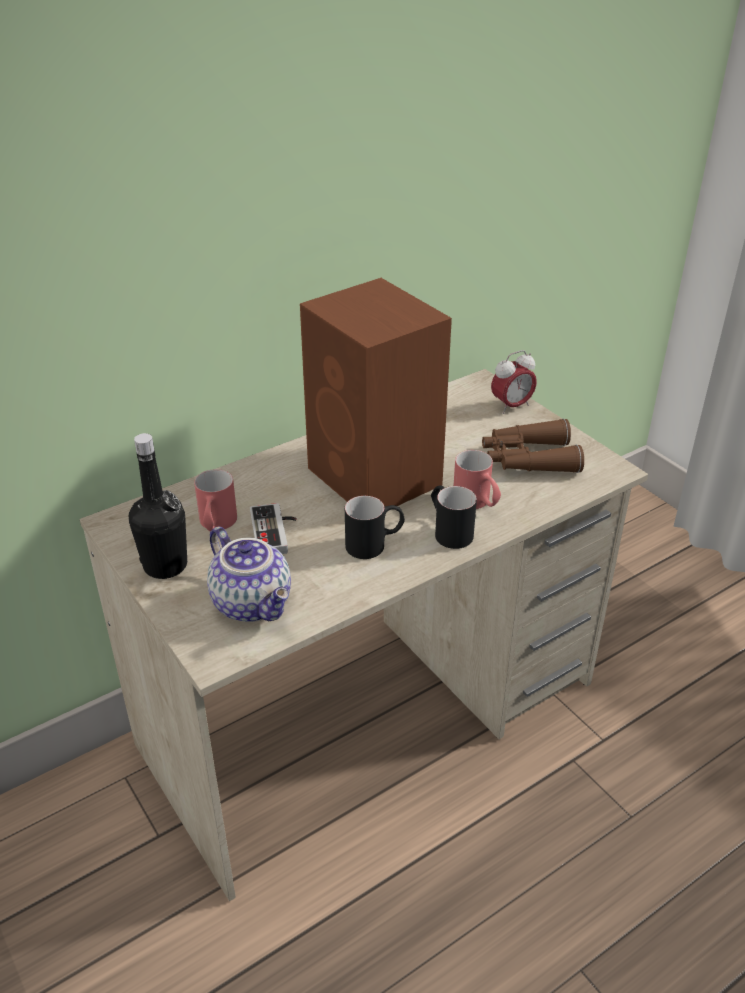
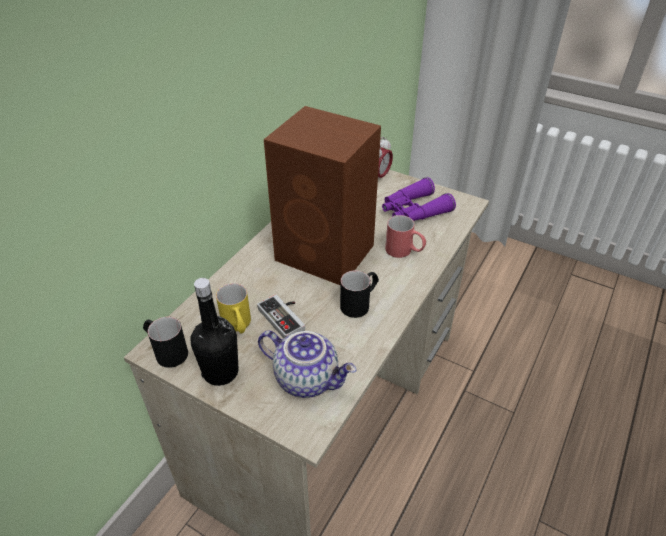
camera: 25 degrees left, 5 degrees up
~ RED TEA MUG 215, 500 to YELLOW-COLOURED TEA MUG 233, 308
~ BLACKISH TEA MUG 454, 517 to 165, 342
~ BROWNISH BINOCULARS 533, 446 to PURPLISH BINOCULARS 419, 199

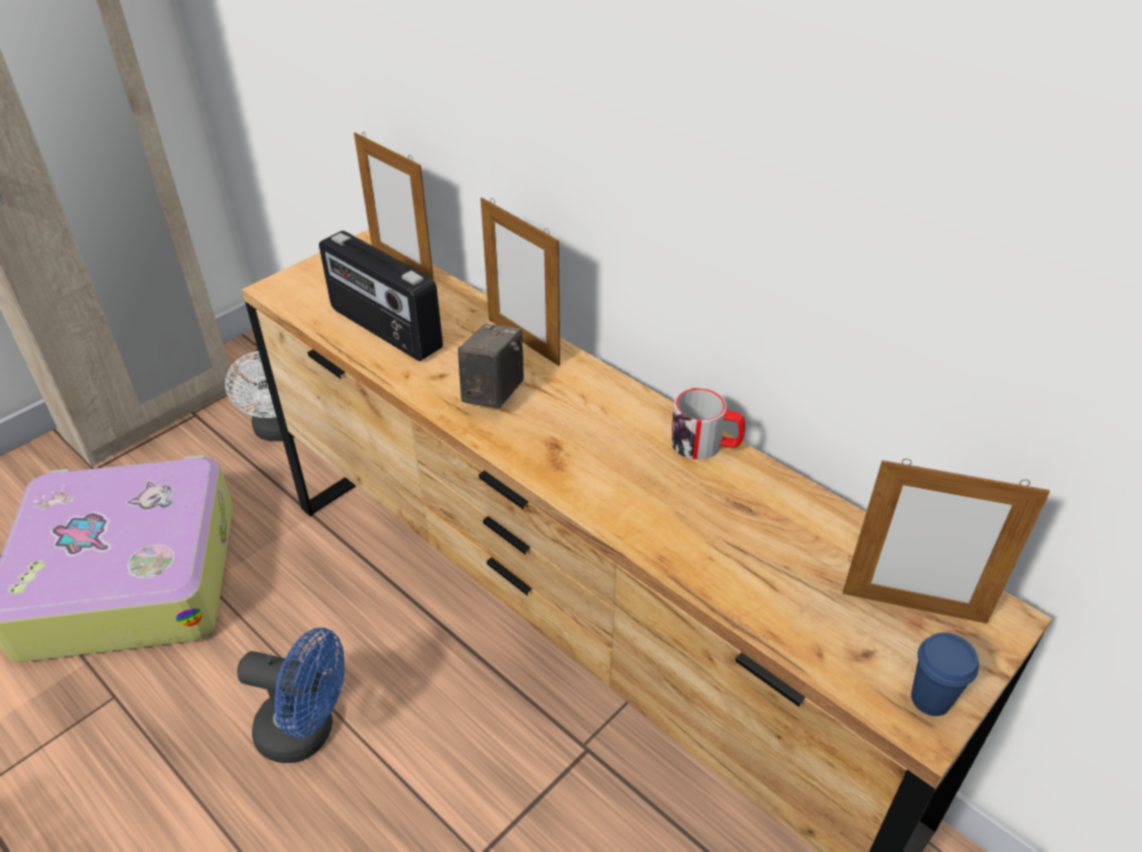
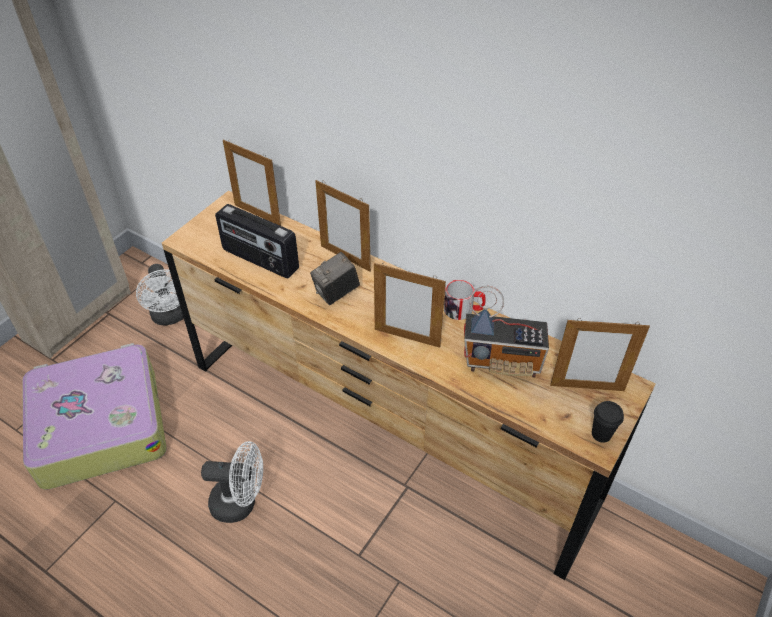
camera: 10 degrees left, 5 degrees up
~ BLUE COOLING FAN 290, 695 to WHITE-COLOURED COOLING FAN 232, 482
~ STILL CAMERA 491, 366 = 335, 278 135 degrees counterclockwise
~ BLUE SMALL CUP 945, 674 to BLACKISH SMALL CUP 608, 422
+ STANDING FRAME 410, 305
+ RADIO SET 506, 332

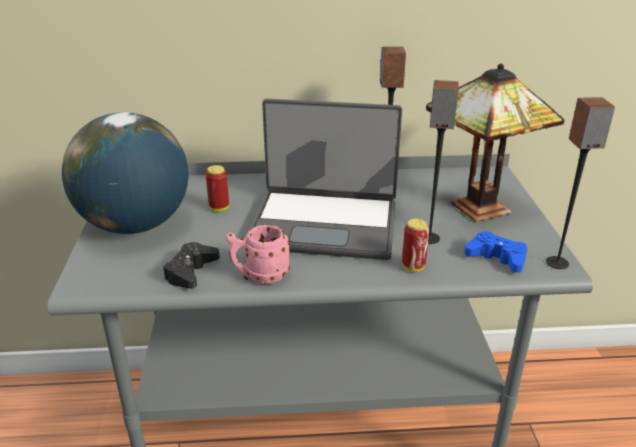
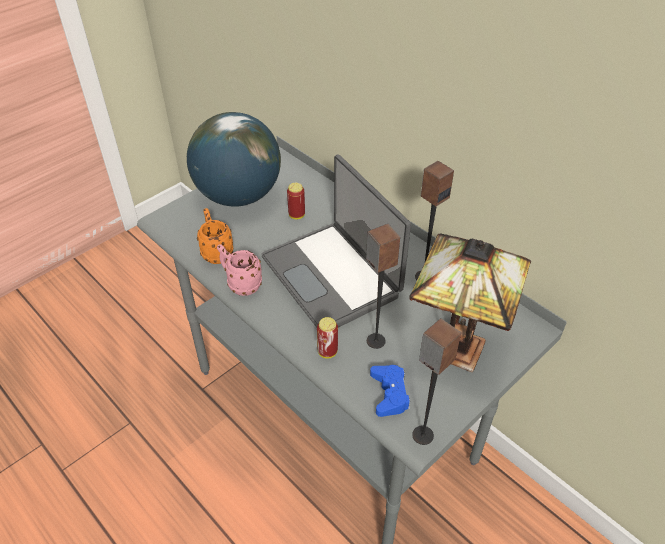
camera: 50 degrees right, 15 degrees up
~ BLACKISH GAMEPAD 191, 265 to ORANGE TEA MUG 215, 236

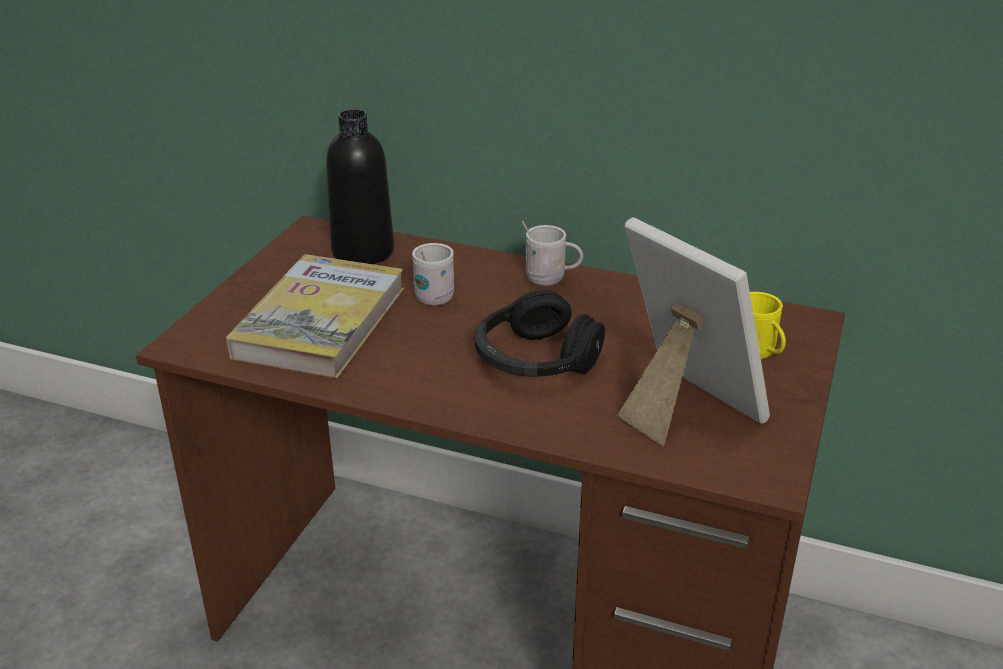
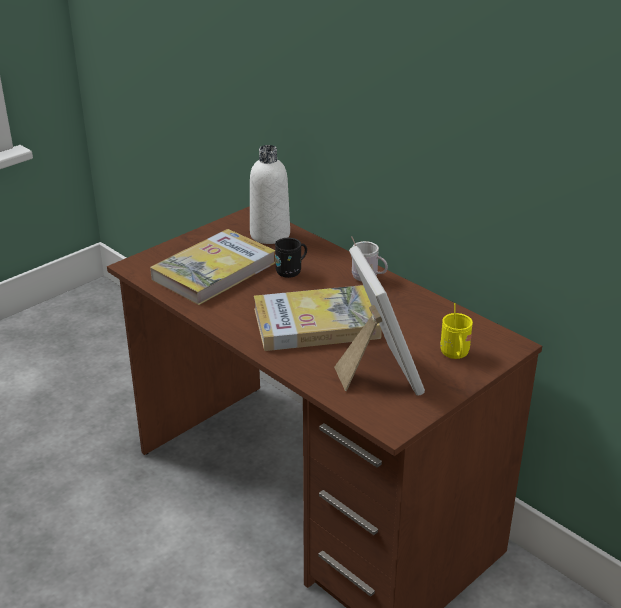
camera: 25 degrees right, 0 degrees up
~ BLACKISH BOTTLE 360, 187 to WHITE-COLOURED BOTTLE 270, 194
~ WHITE-COLOURED TEA MUG 433, 274 to BLACKISH TEA MUG 291, 258
~ BLACKISH HEADPHONES 540, 333 to BOUND BOOK 318, 318

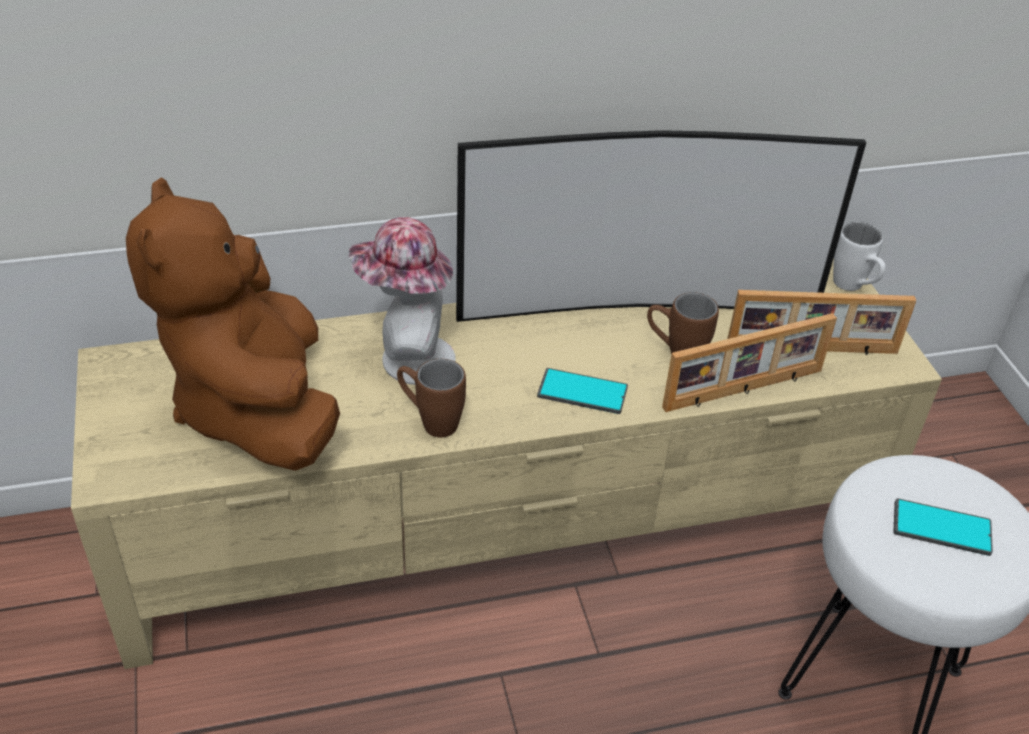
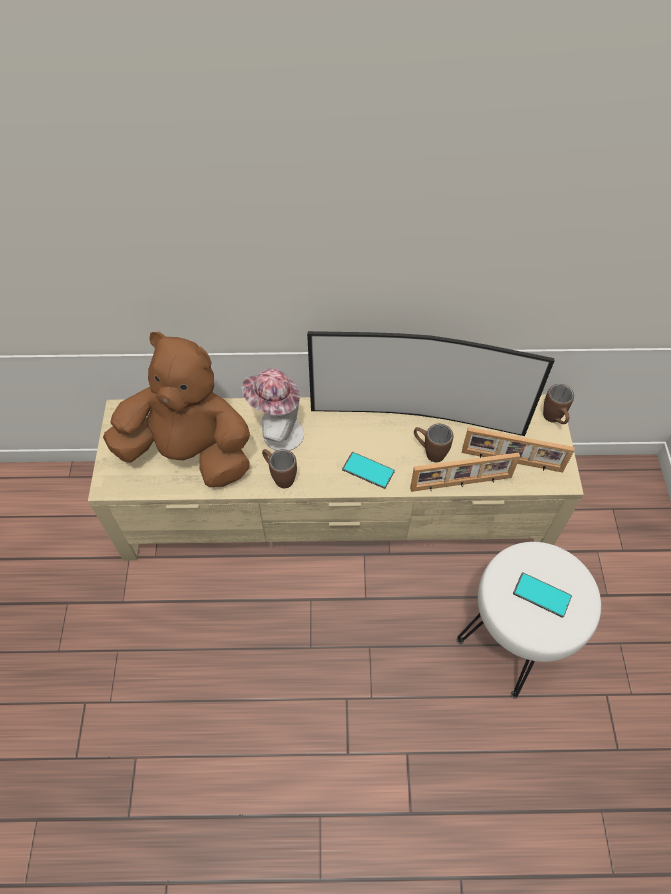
camera: 15 degrees right, 15 degrees up
~ BROWNISH PLUSH TOY 233, 324 = 176, 409 105 degrees clockwise
~ WHITE-COLOURED TEA MUG 859, 256 to BROWNISH TEA MUG 558, 404

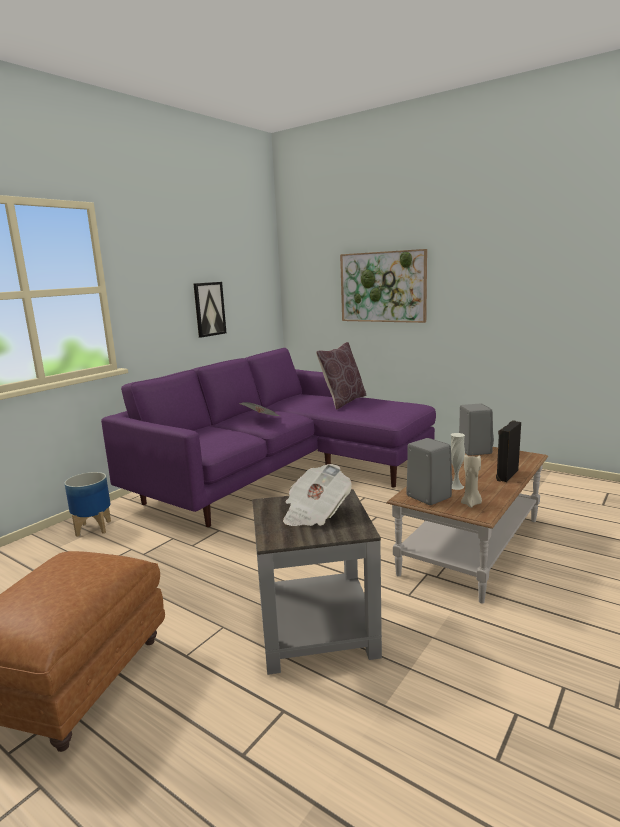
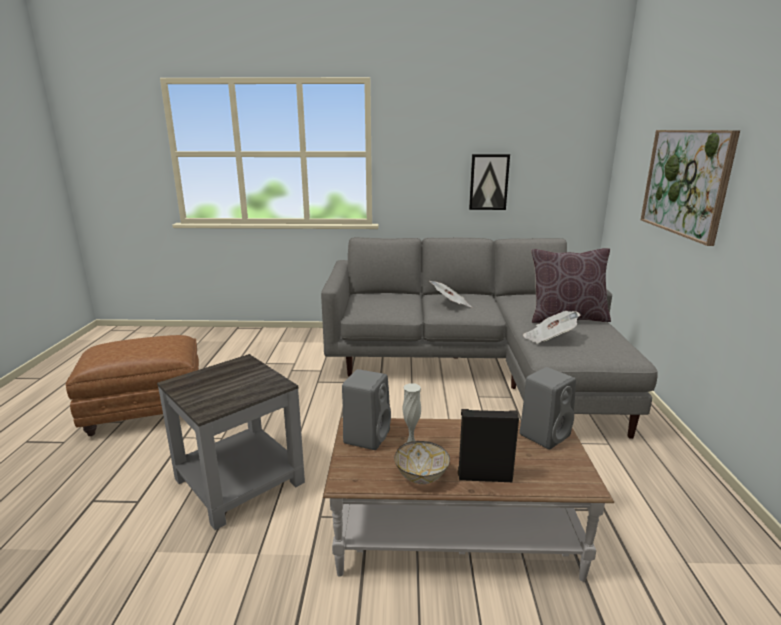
camera: 55 degrees right, 5 degrees up
- PLANTER 87, 504
~ PURPLISH SETTEE 268, 437 to GREY SETTEE 489, 338
~ NEWSPAPER 317, 495 to 552, 327
- BEIGE-COLOURED CANDLE 471, 481
+ SERVING BOWL 422, 462

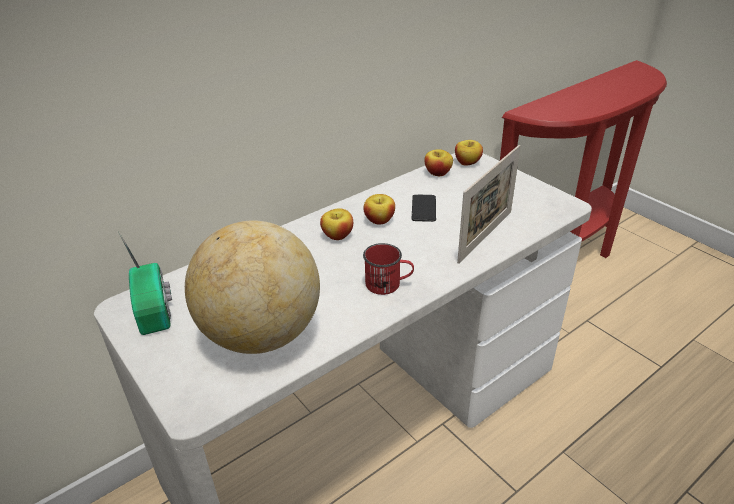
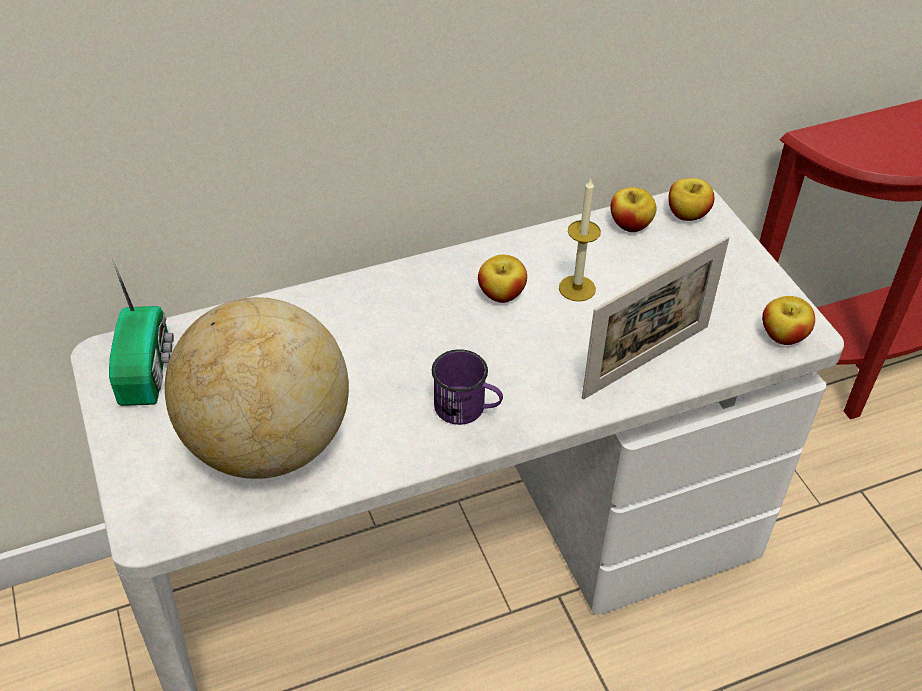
camera: 15 degrees right, 10 degrees up
~ APPLE 336, 224 to 788, 320
~ RED TEA MUG 388, 269 to PURPLISH TEA MUG 467, 387
~ PHONE 424, 208 to CANDLE 580, 240

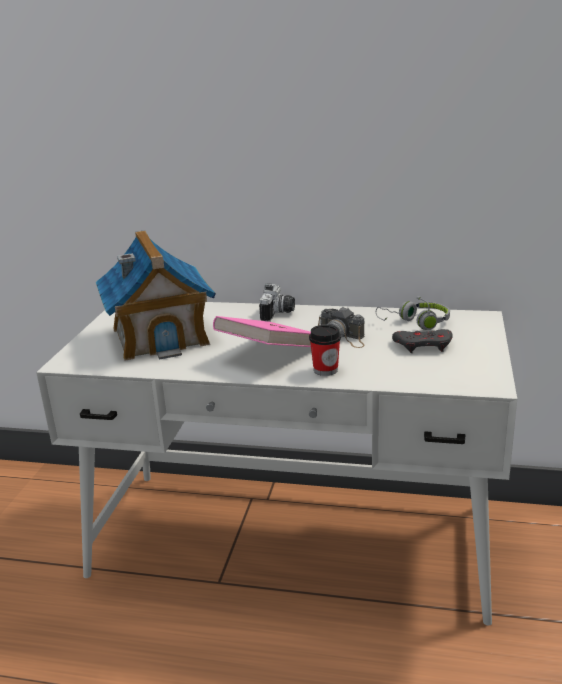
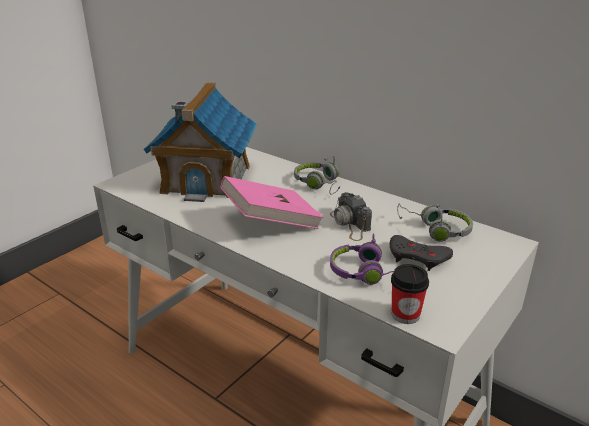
camera: 25 degrees right, 5 degrees up
~ STILL CAMERA 277, 302 to GREY HEADPHONES 317, 175
~ SMALL CUP 325, 350 to 410, 294
+ PURPLISH HEADPHONES 362, 259

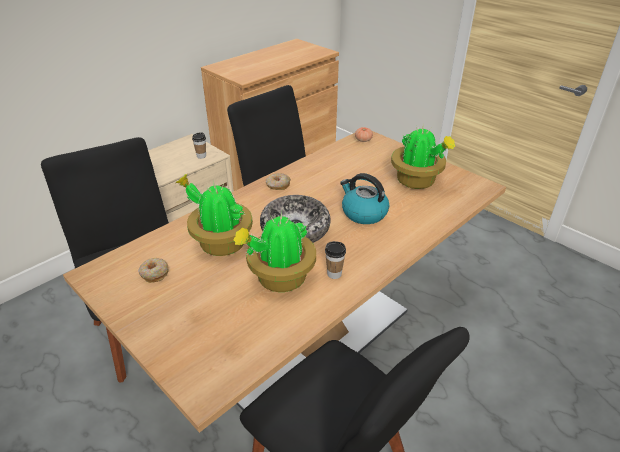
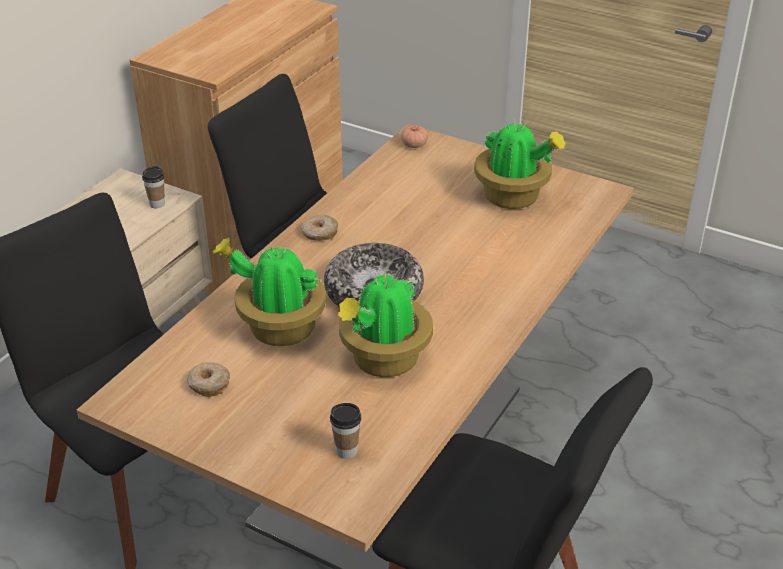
camera: 15 degrees left, 0 degrees up
~ SMALL CUP 335, 260 to 345, 431
- KETTLE 365, 198

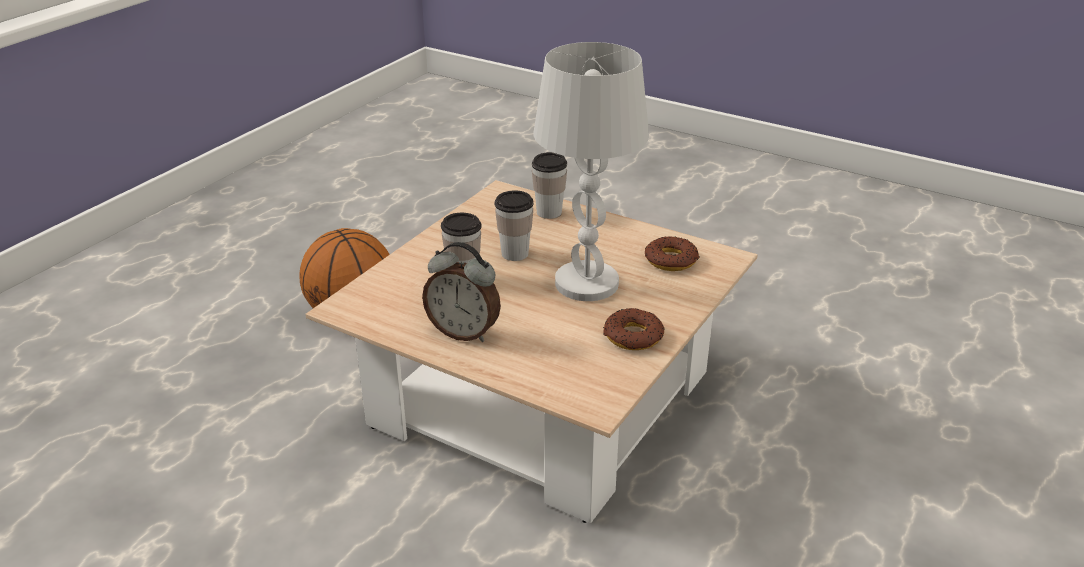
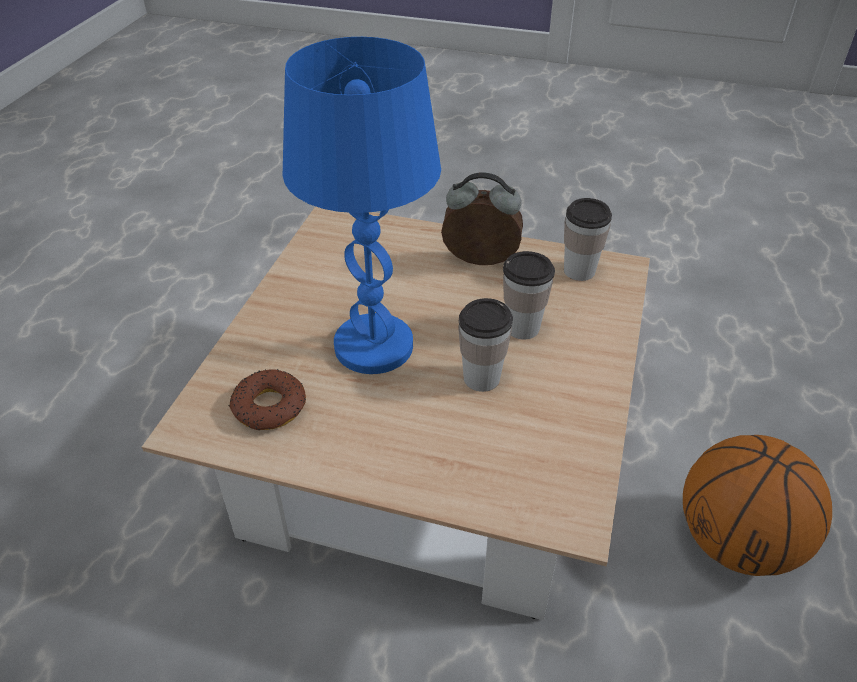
camera: 165 degrees right, 10 degrees up
~ SMALL CUP 549, 185 to 588, 239
~ WHITE-COLOURED TABLE LAMP 591, 171 to BLUE TABLE LAMP 362, 205
- DOUGHNUT 634, 329

